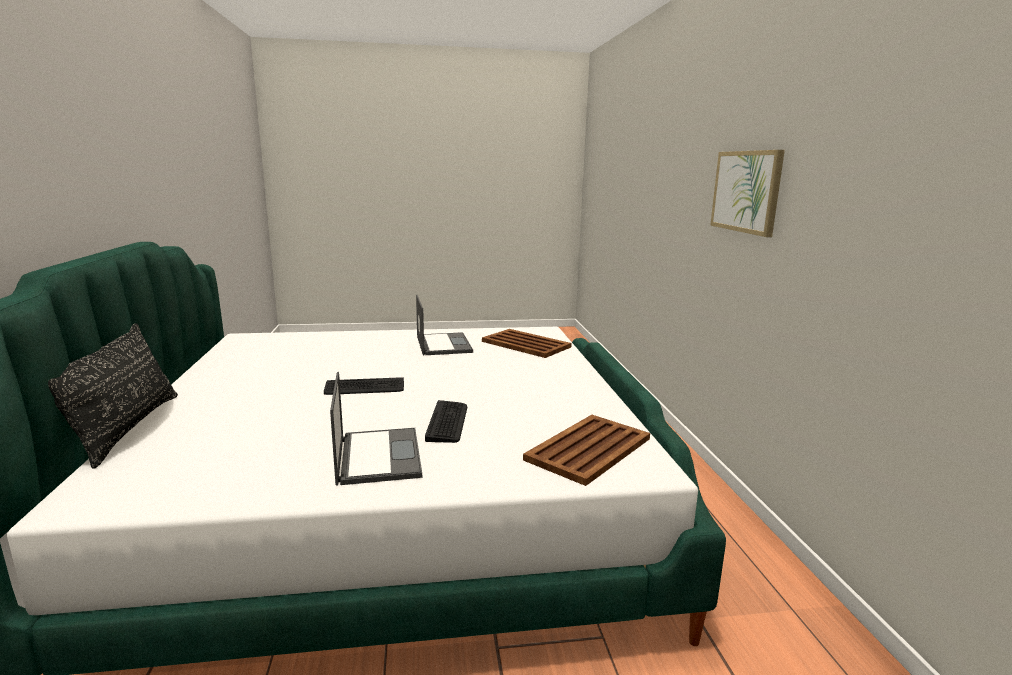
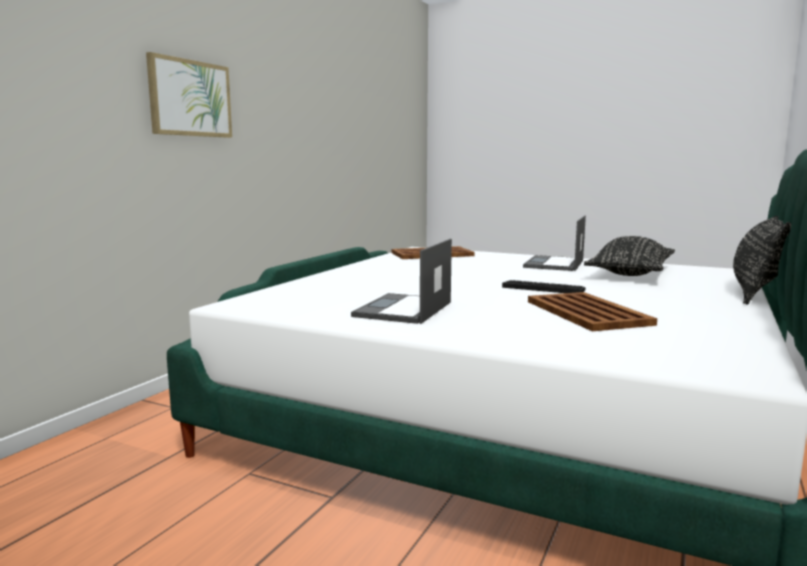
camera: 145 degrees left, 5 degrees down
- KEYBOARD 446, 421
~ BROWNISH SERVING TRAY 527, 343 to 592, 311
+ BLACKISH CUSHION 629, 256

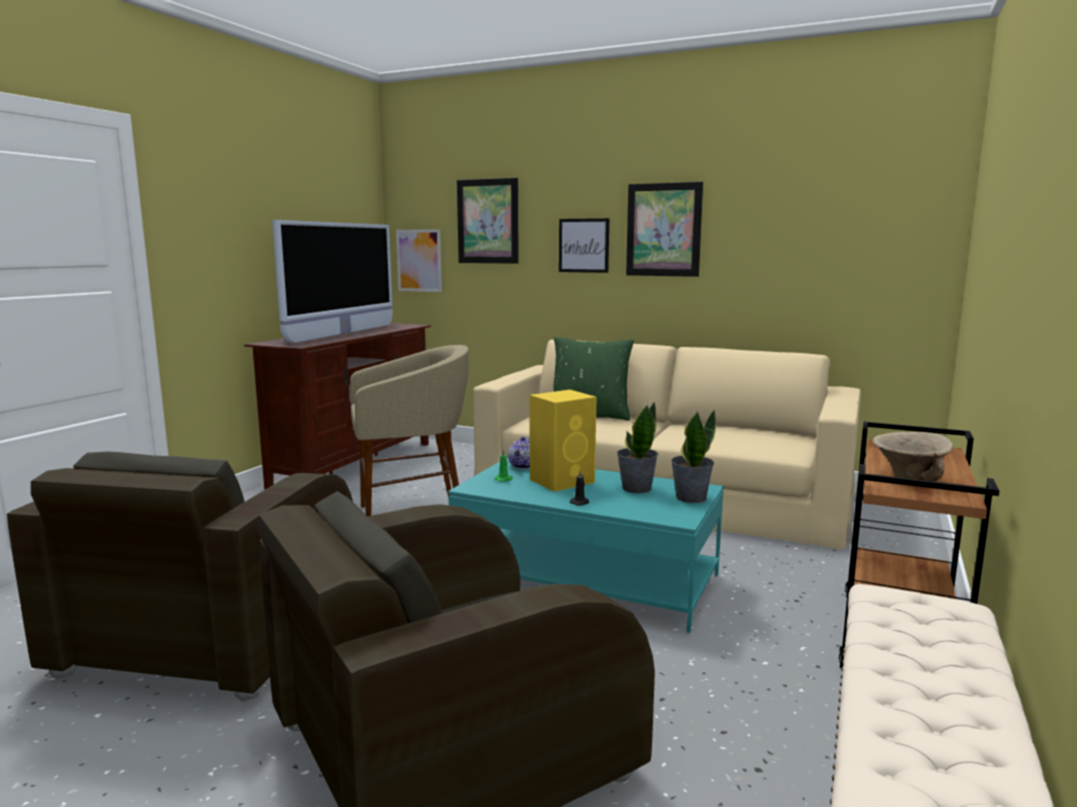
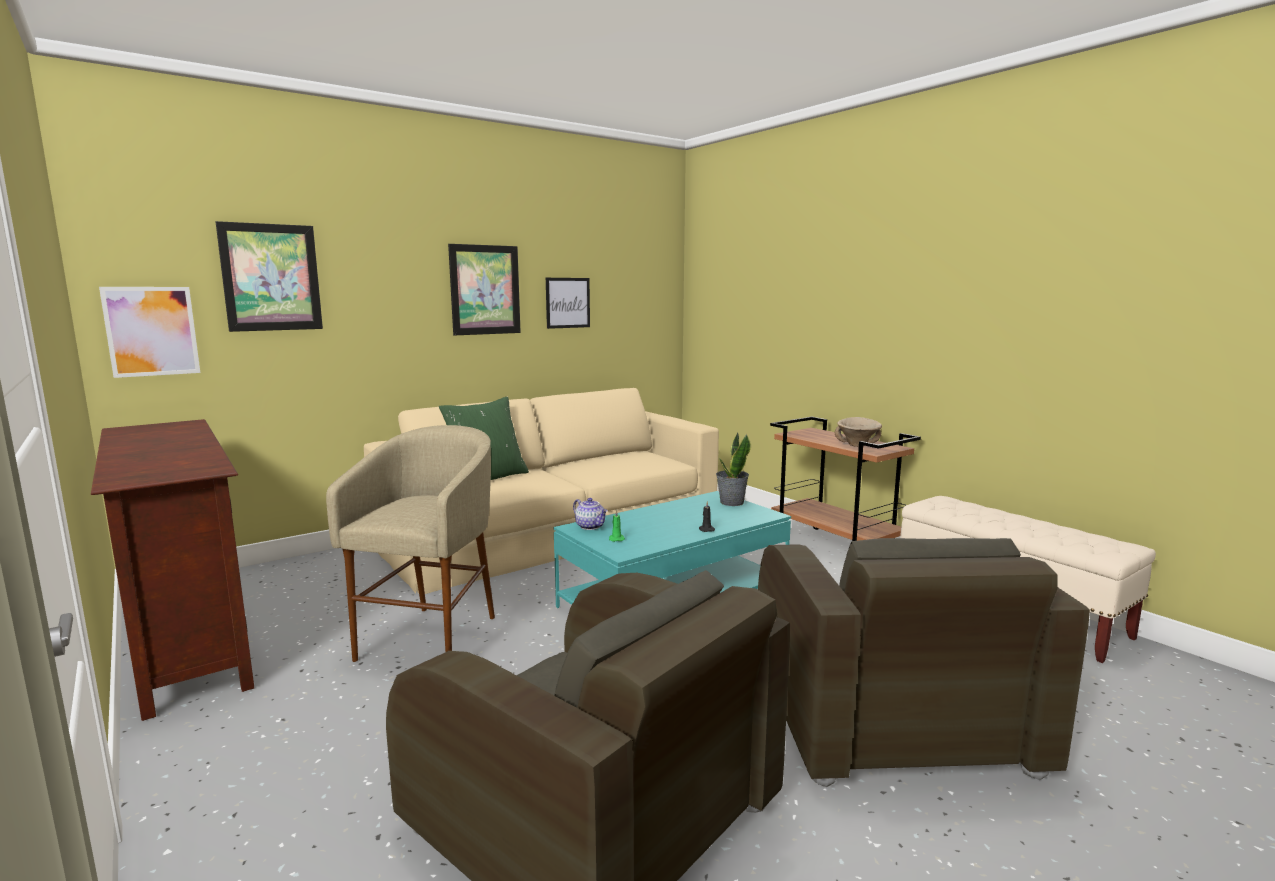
camera: 60 degrees left, 0 degrees up
- TELEVISION 332, 282
- YELLOW-COLOURED LOUDSPEAKER 562, 441
~ WALL PICTURE 584, 245 to 568, 303
- HOUSEPLANT 637, 447

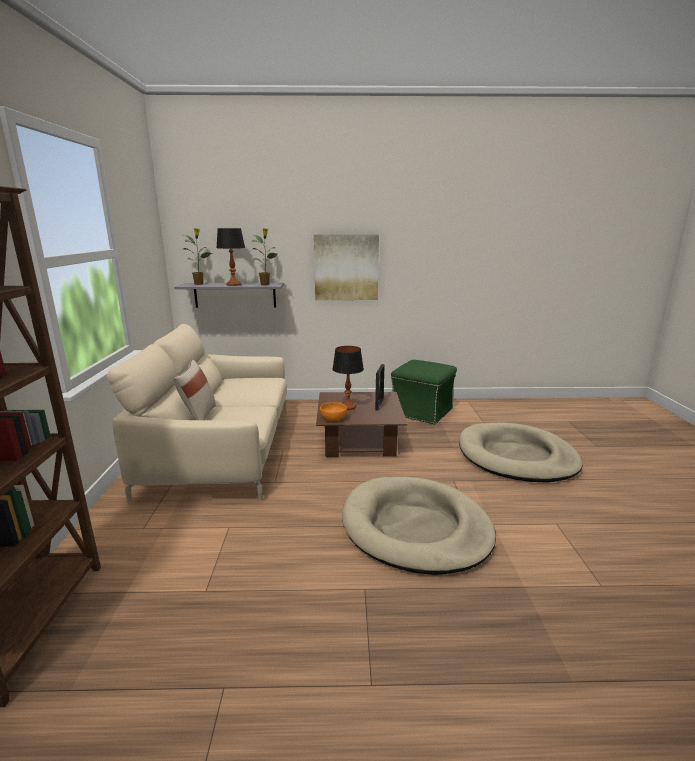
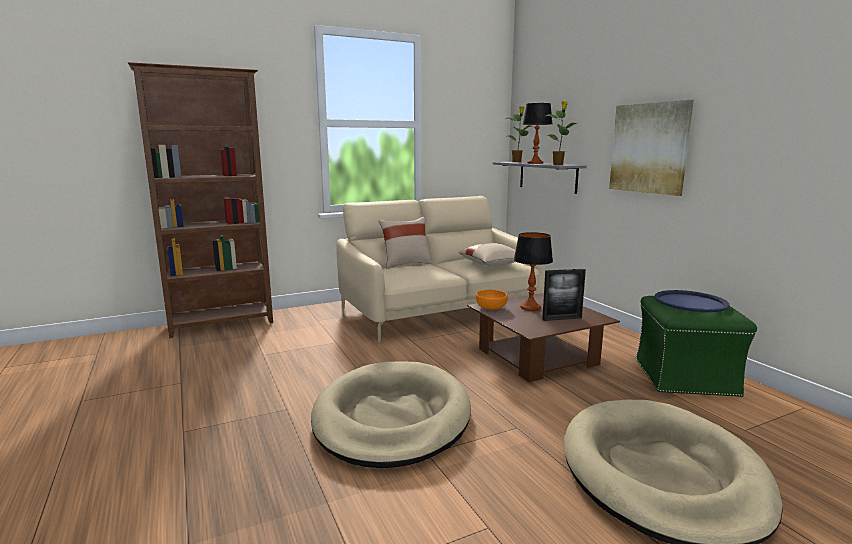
camera: 65 degrees right, 5 degrees down
+ BEIGE-COLOURED CUSHION 487, 254
+ BLUE SERVING TRAY 692, 301

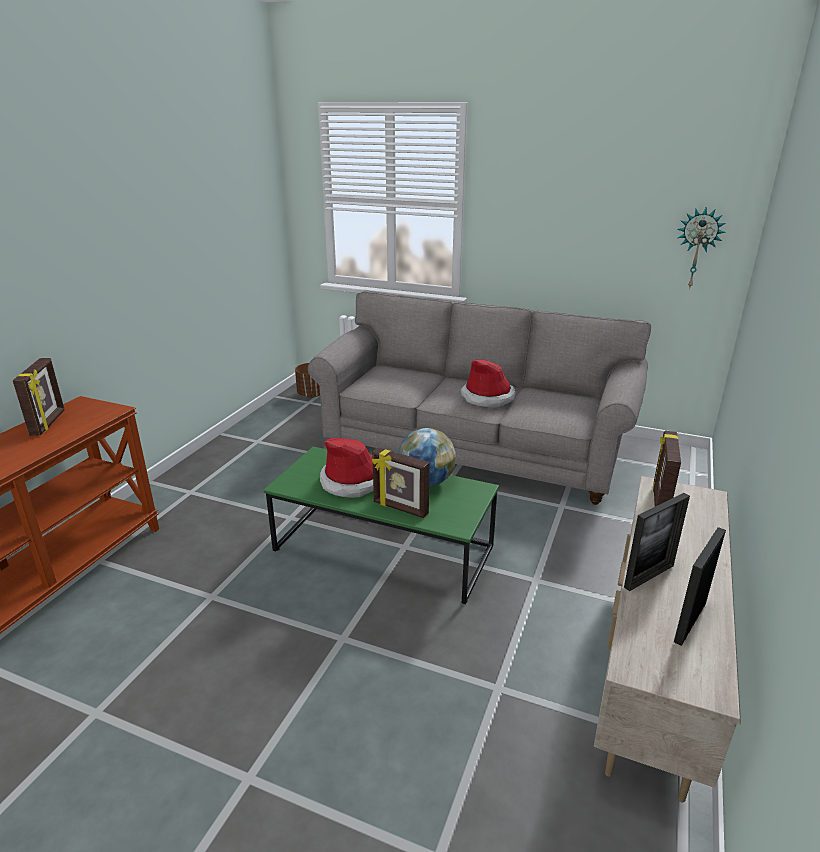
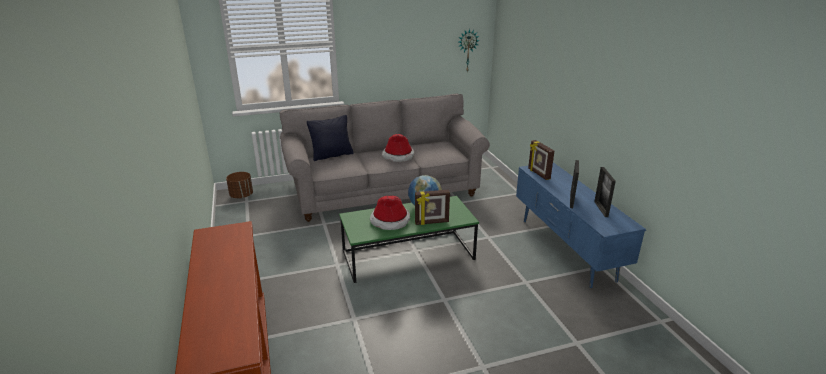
camera: 40 degrees left, 0 degrees up
- STANDING FRAME 39, 397
~ BEIGE-COLOURED MEDIA CONSOLE 667, 639 to BLUE MEDIA CONSOLE 581, 225
+ BLACKISH CUSHION 330, 138

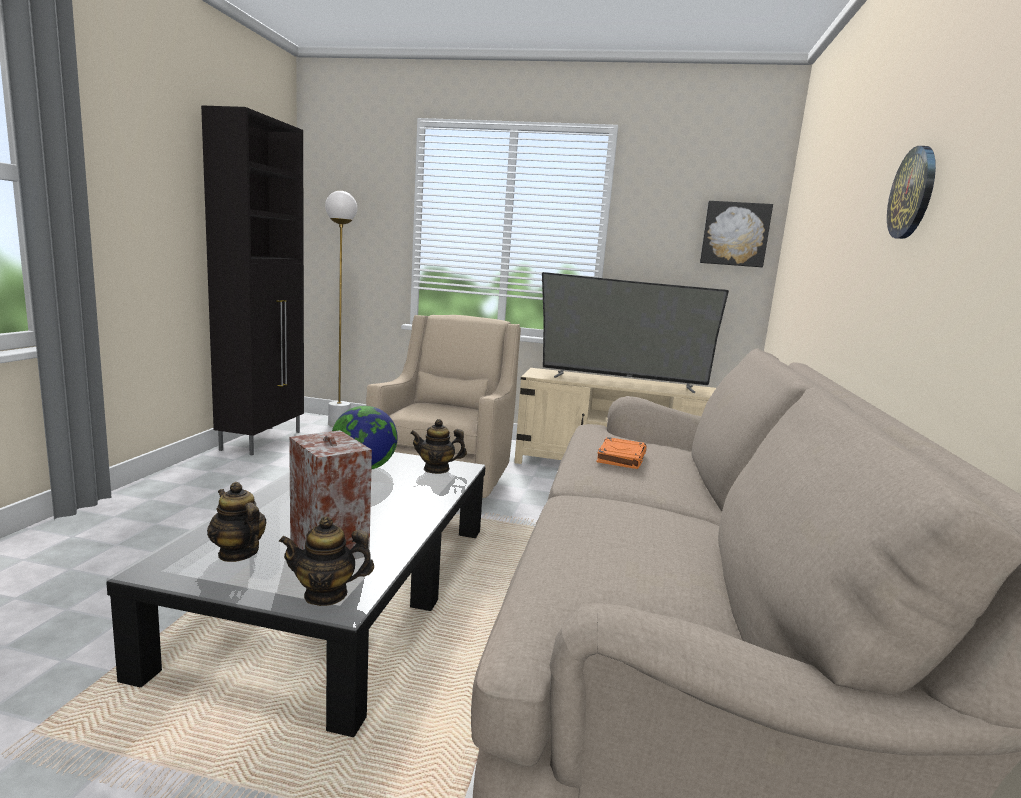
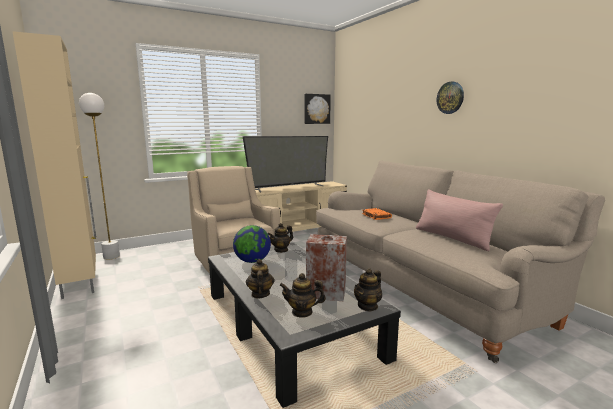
camera: 40 degrees left, 0 degrees up
~ BLACKISH CABINET 252, 280 to BEIGE-COLOURED CABINET 54, 165
+ TEA POT 260, 279
+ PINK-COLOURED CUSHION 459, 220

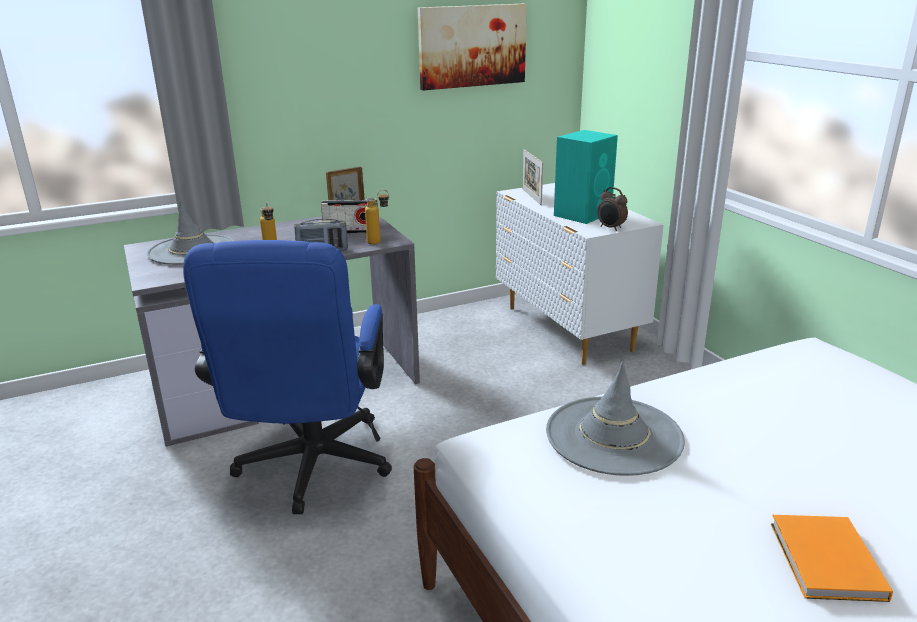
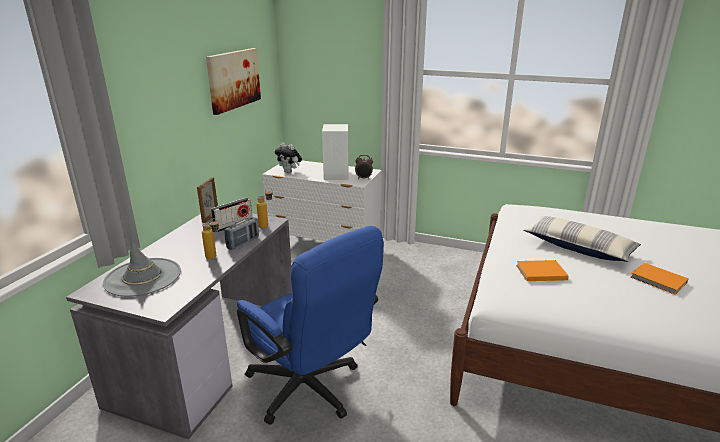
camera: 45 degrees left, 0 degrees up
~ STANDING FRAME 533, 177 to PLUSH TOY 288, 158
~ GREY WEARABLE HAT 615, 418 to ORANGE BOUND BOOK 542, 270
~ TURQUOISE-COLOURED LOUDSPEAKER 586, 177 to WHITE-COLOURED LOUDSPEAKER 335, 152
+ CUSHION 582, 239

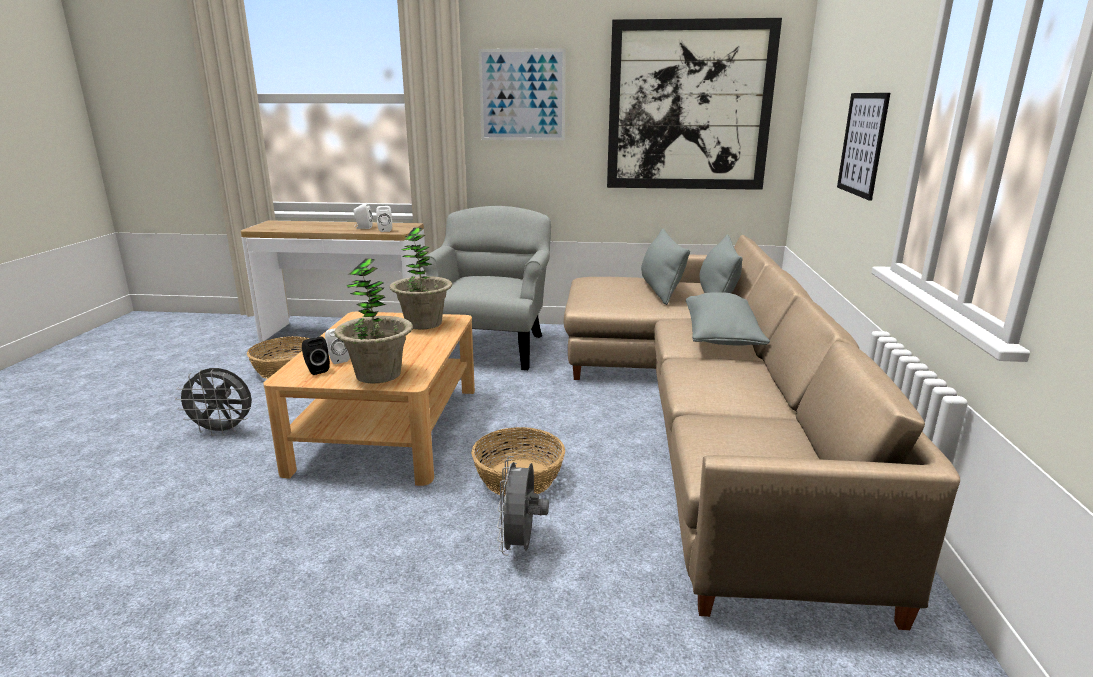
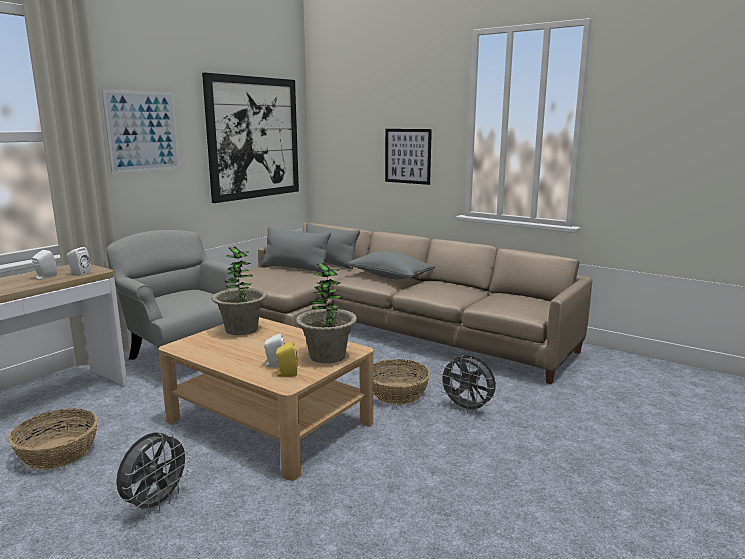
camera: 60 degrees left, 5 degrees down
~ BLACKISH LOUDSPEAKER 316, 355 to YELLOW-COLOURED LOUDSPEAKER 286, 359

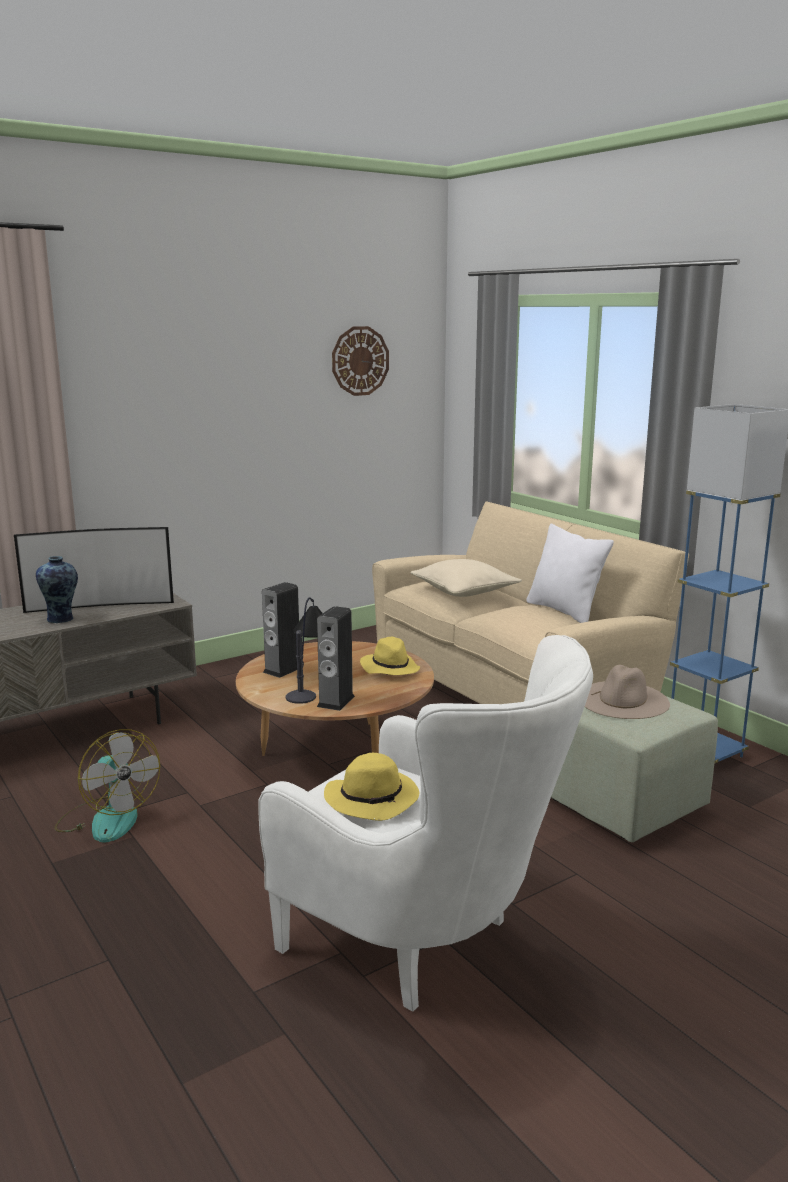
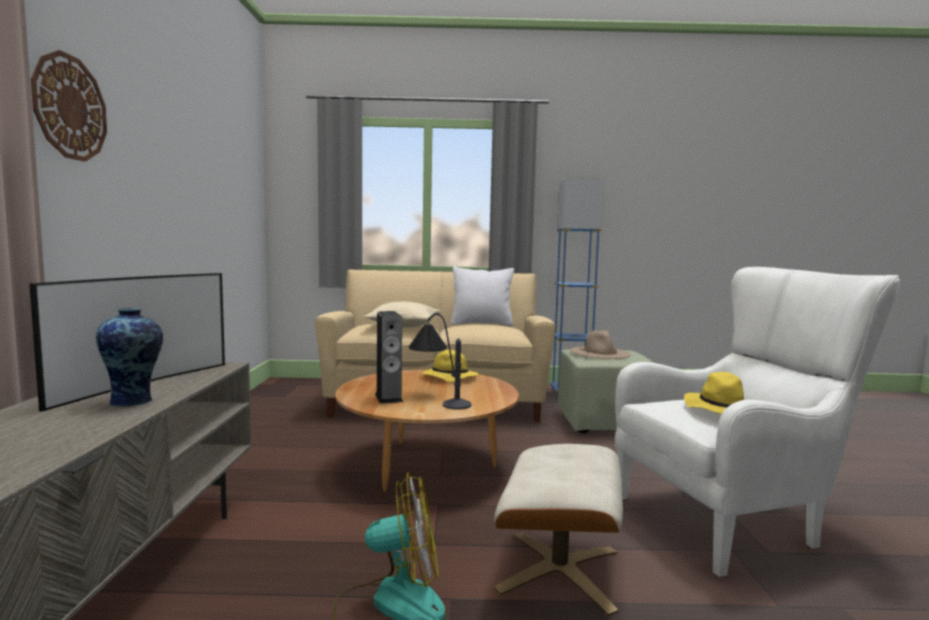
camera: 55 degrees left, 10 degrees down
- LOUDSPEAKER 336, 658
~ HANGING CLOCK 360, 361 to 69, 106
+ BEIGE-COLOURED POUFFE 558, 530

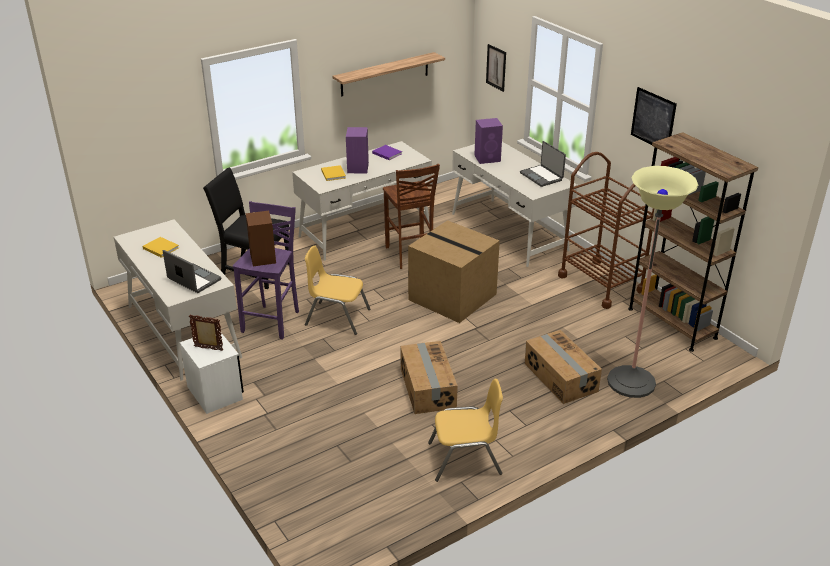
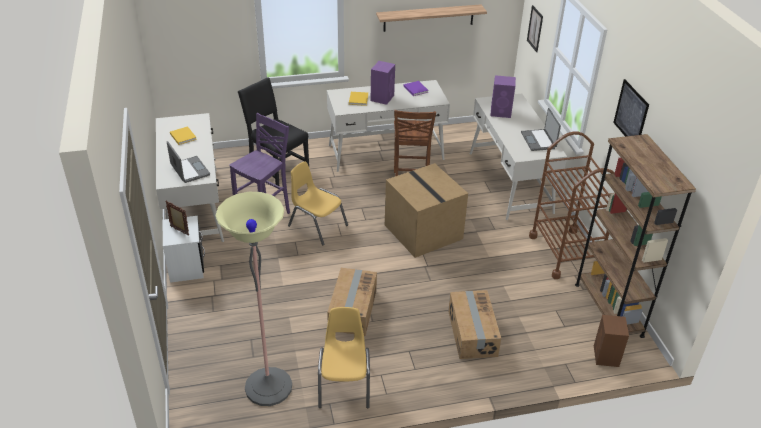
camera: 20 degrees right, 5 degrees up
~ BROWNISH LOUDSPEAKER 261, 238 to 611, 341
~ YELLOW-COLOURED UPRIGHT CHAIR 465, 430 = 344, 357 105 degrees counterclockwise
~ FLOOR LAMP 652, 282 to 254, 299

